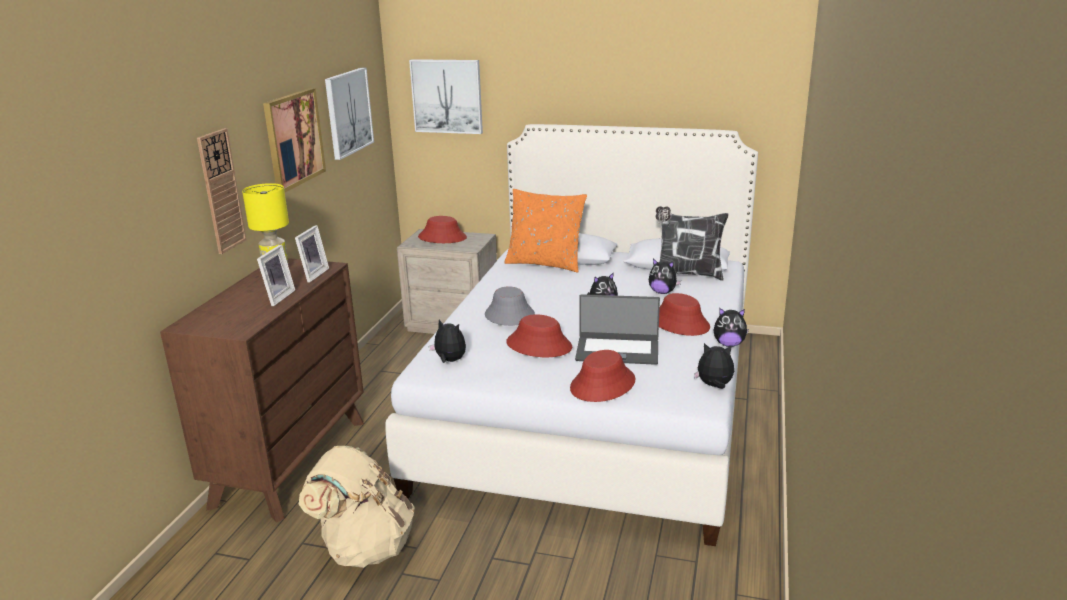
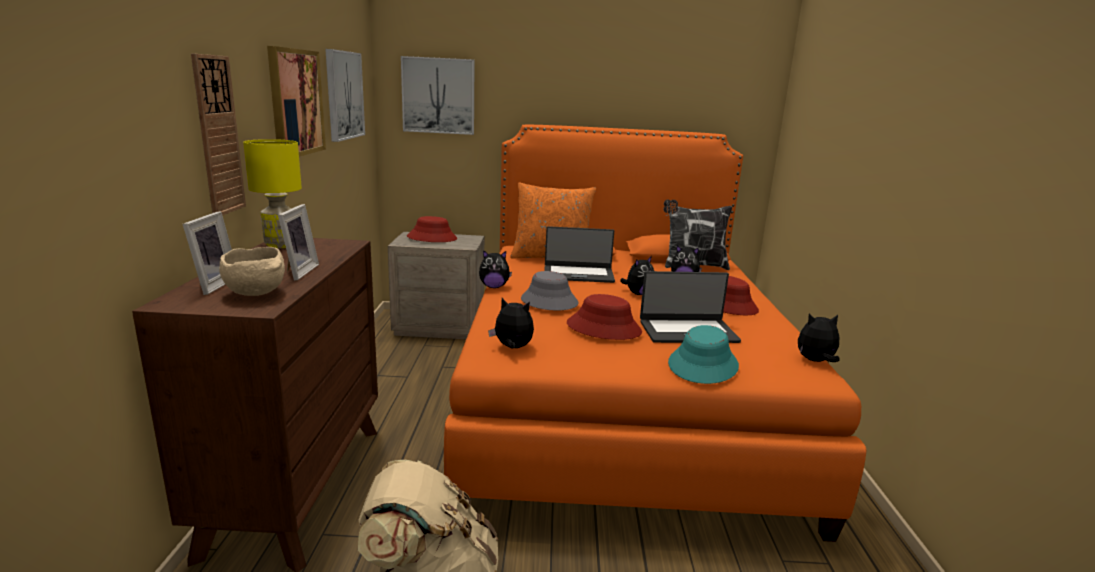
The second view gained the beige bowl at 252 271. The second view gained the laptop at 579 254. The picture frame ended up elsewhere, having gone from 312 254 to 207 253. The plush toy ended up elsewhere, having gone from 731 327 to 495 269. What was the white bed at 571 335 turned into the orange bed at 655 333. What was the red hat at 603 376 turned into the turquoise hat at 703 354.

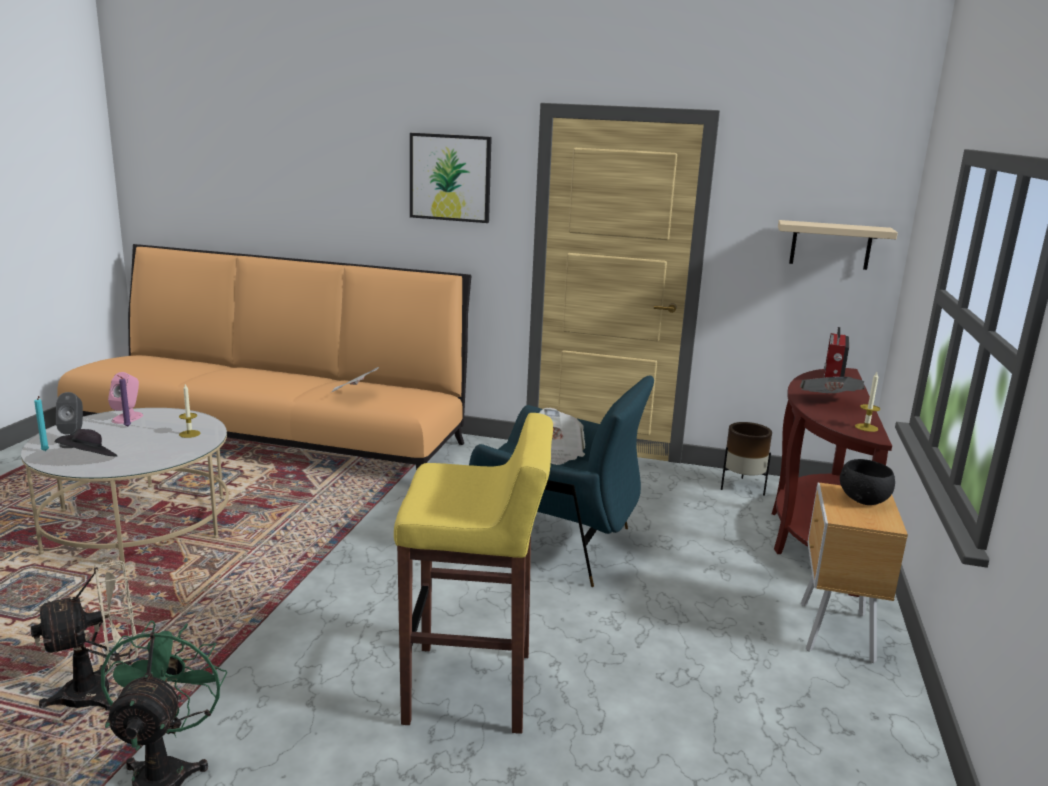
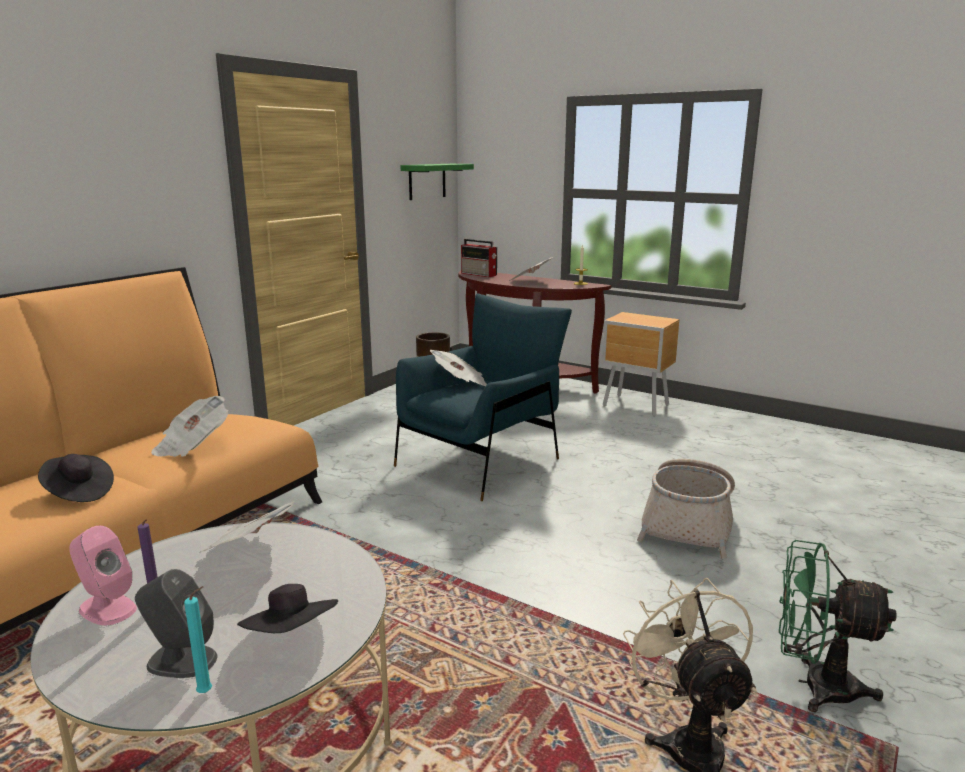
The second view lost the picture at 451 178. The second view lost the black bowl at 867 482. The second view gained the black hat at 76 478. Where the candle stood at 189 411, the newspaper came to stand at 248 526. Where the yellow stool stood at 473 573, the basket came to stand at 686 509. What was the beige shelf at 838 245 turned into the green shelf at 437 182.

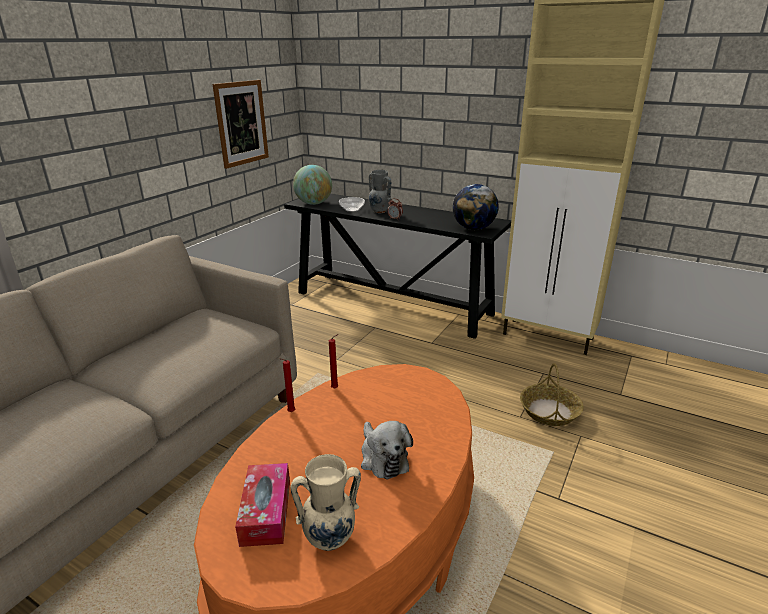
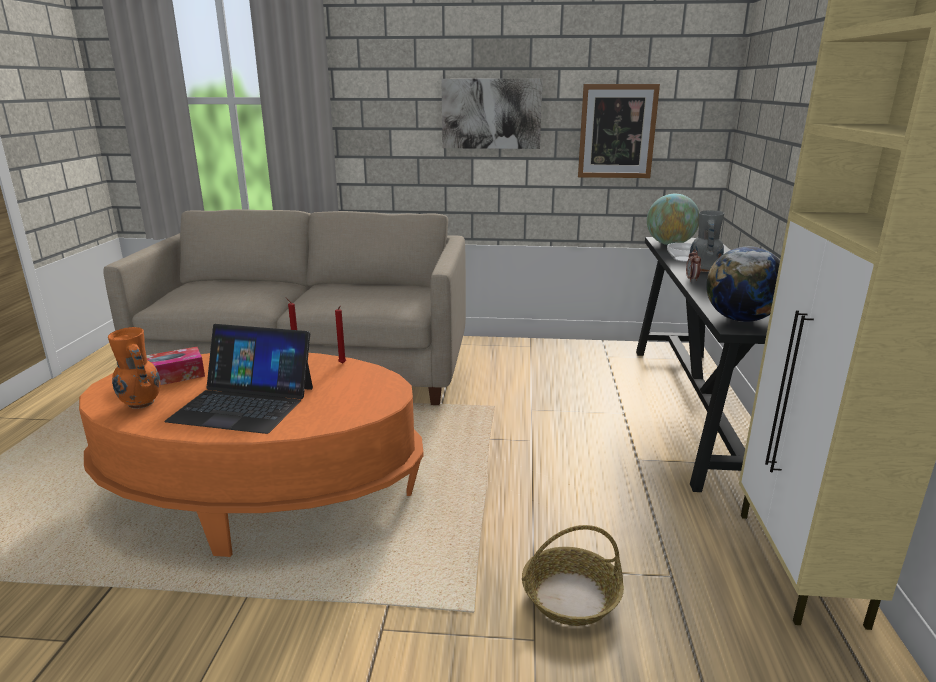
The second view gained the picture at 492 114. Where the plush toy stood at 387 450, the laptop came to stand at 238 379. What was the beige vase at 325 502 turned into the orange vase at 134 368.

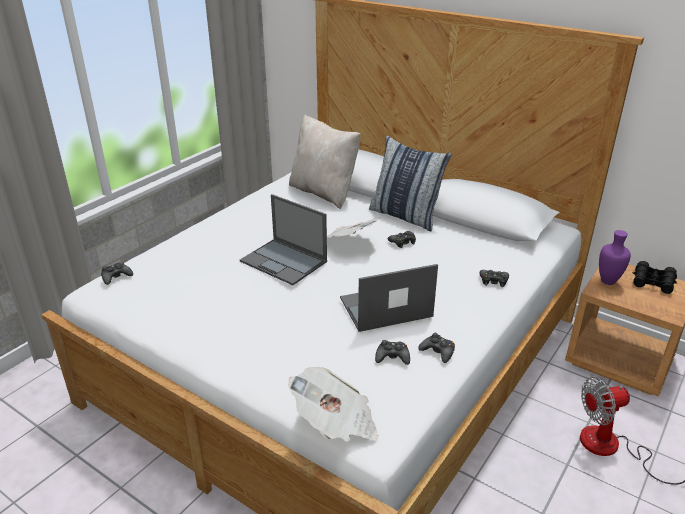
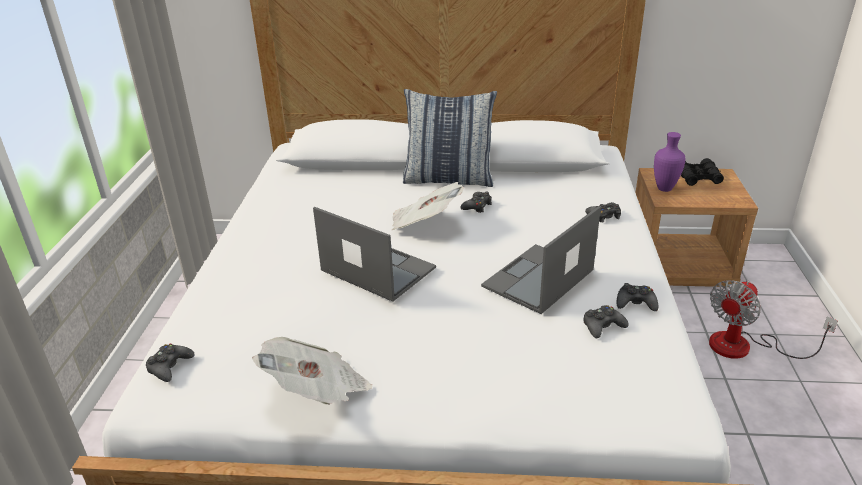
The second view lost the beige pillow at 324 162. The newspaper ended up elsewhere, having gone from 333 404 to 312 371. The laptop at 283 239 ended up facing another way, 150 degrees counterclockwise from before.

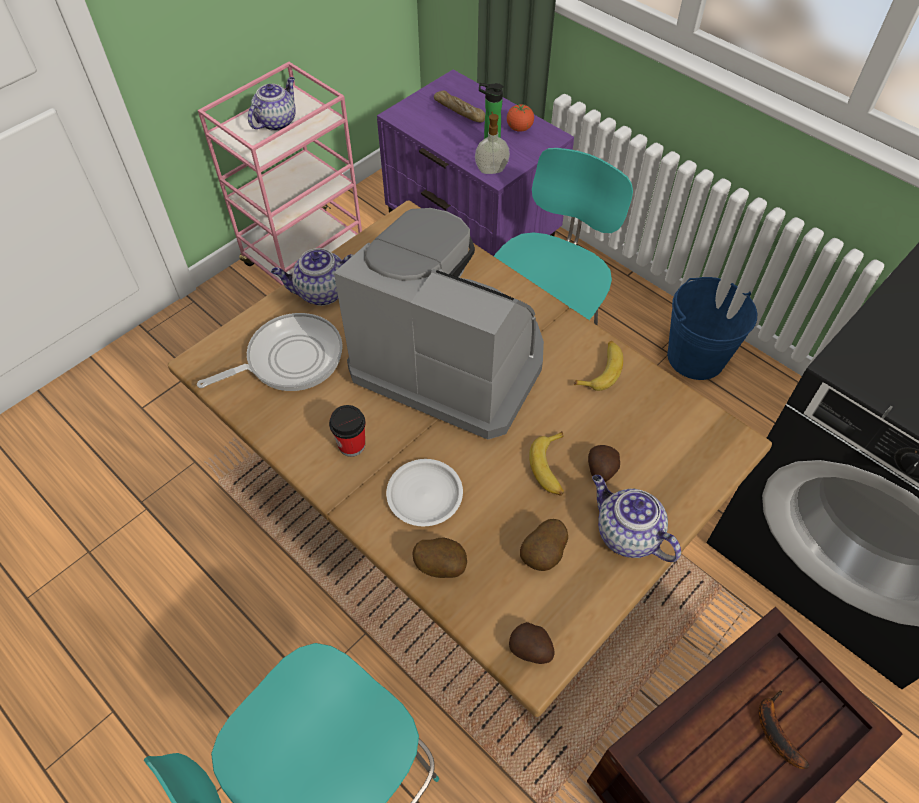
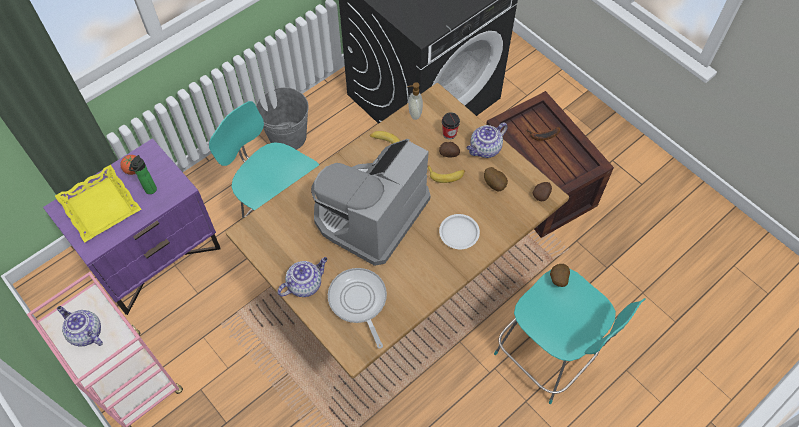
The cup ended up elsewhere, having gone from 347 431 to 451 125. The potato ended up elsewhere, having gone from 439 557 to 560 275. The soap dispenser ended up elsewhere, having gone from 492 143 to 415 101. Where the bread stood at 459 106, the yellow tray came to stand at 98 204. What was the blue bucket at 712 328 turned into the grey bucket at 282 118. The teapot at 312 277 ended up facing another way, 120 degrees counterclockwise from before.

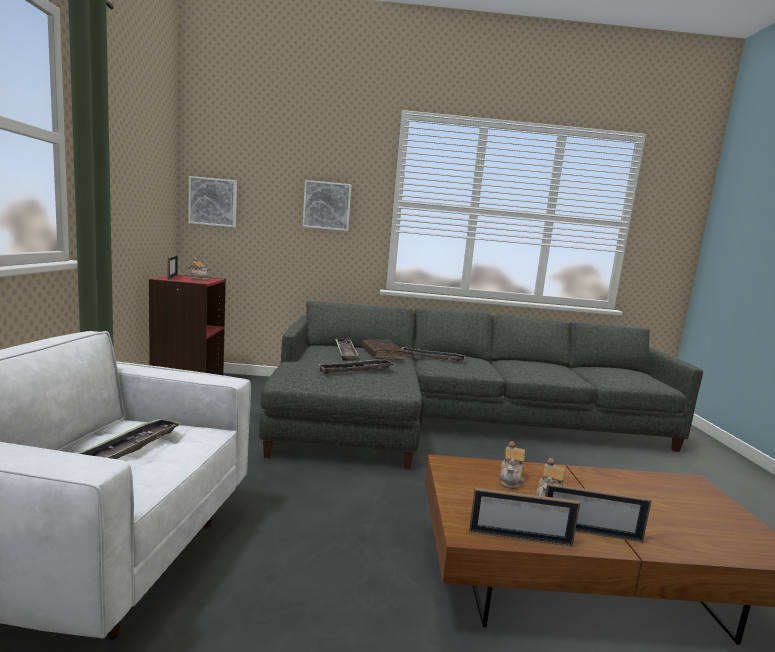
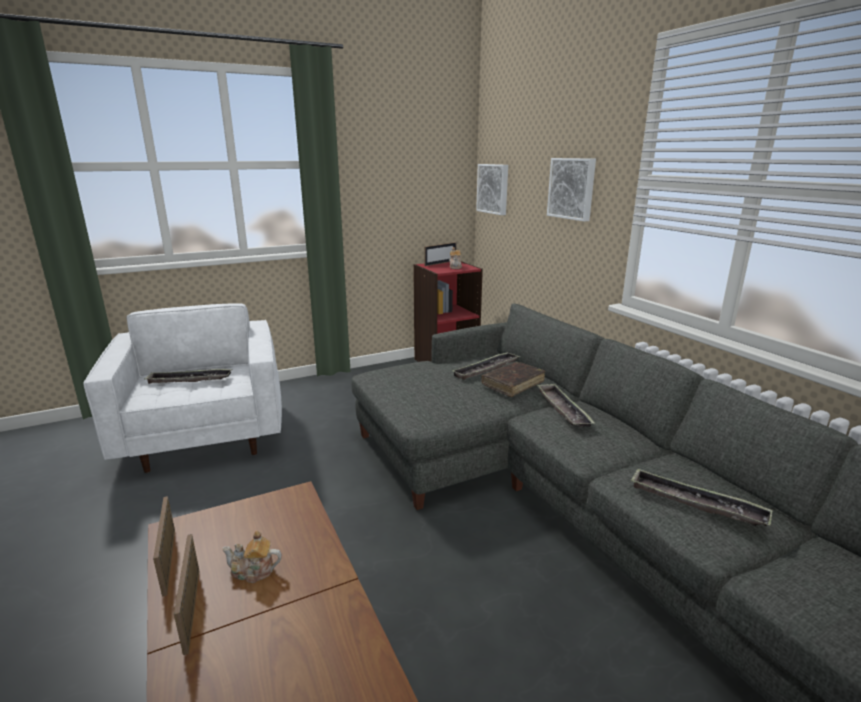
The second view lost the teapot at 512 465. The tray ended up elsewhere, having gone from 356 367 to 701 497.

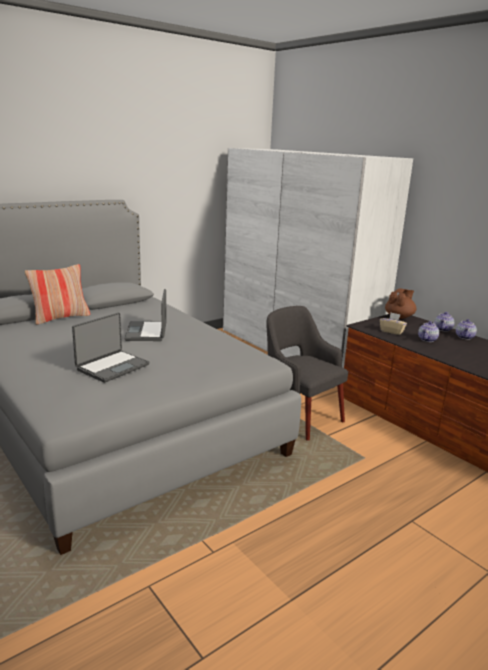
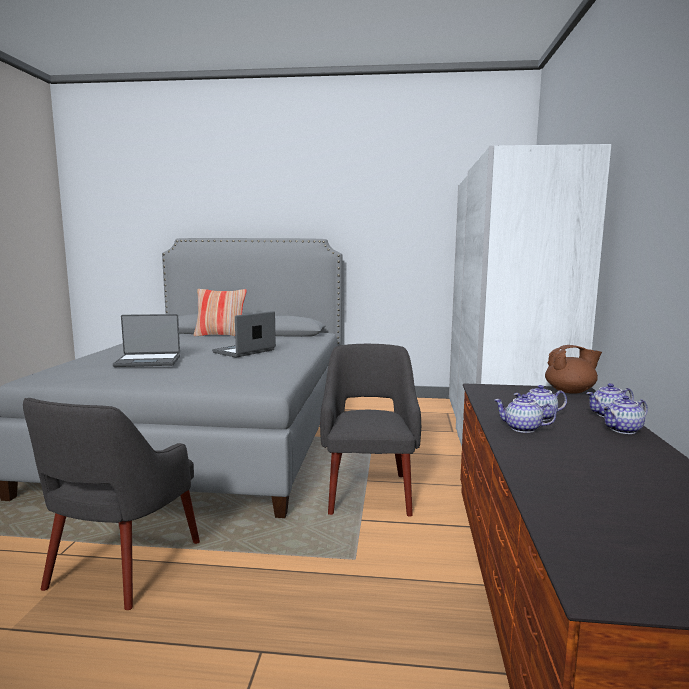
The second view lost the beige tissue box at 393 324. The second view gained the grey armchair at 111 504. The second view gained the teapot at 525 413.

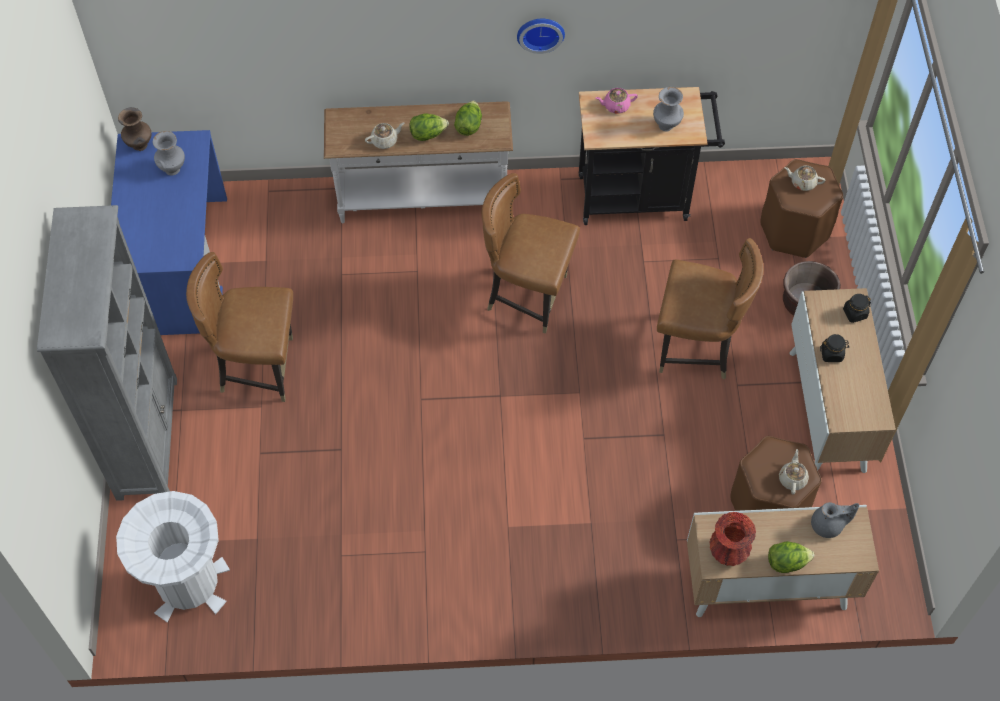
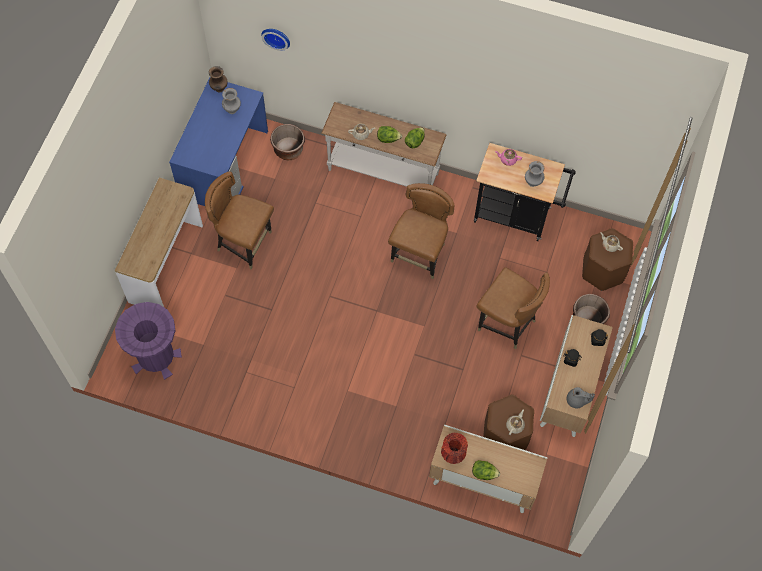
The second view gained the brown planter at 287 142. The wall clock ended up elsewhere, having gone from 541 36 to 275 40. The grey teapot ended up elsewhere, having gone from 835 520 to 581 397. Where the grey bookcase stood at 107 353, the console table came to stand at 159 242. What was the white trash can at 173 556 turned into the purple trash can at 148 341. The brown chair at 531 253 ended up facing another way, 75 degrees clockwise from before.

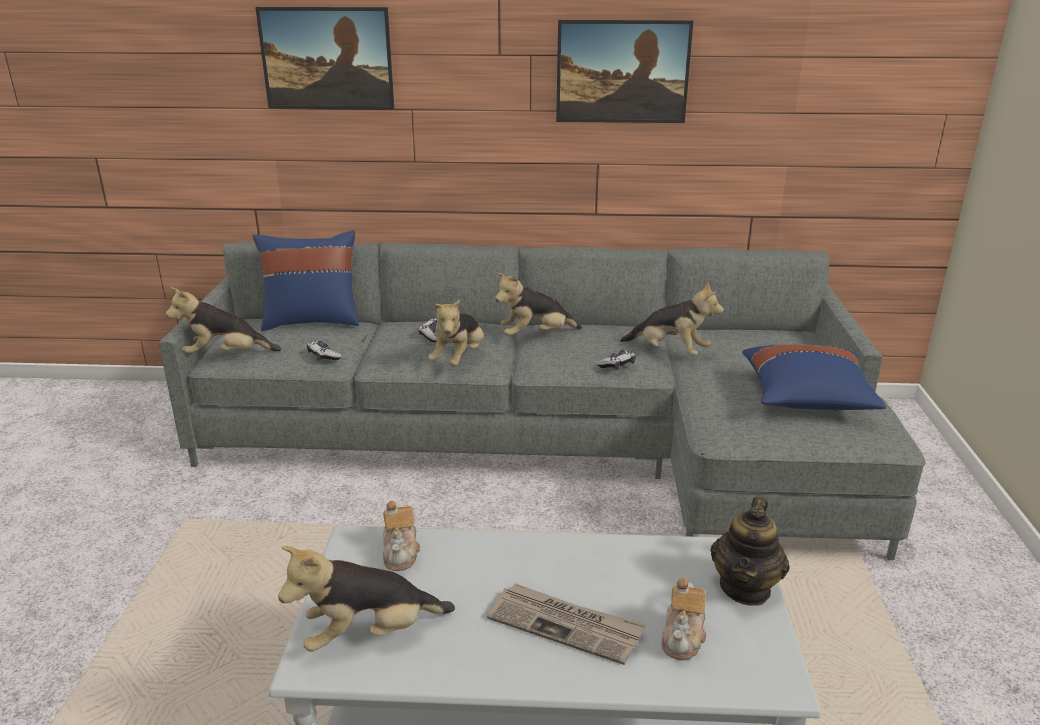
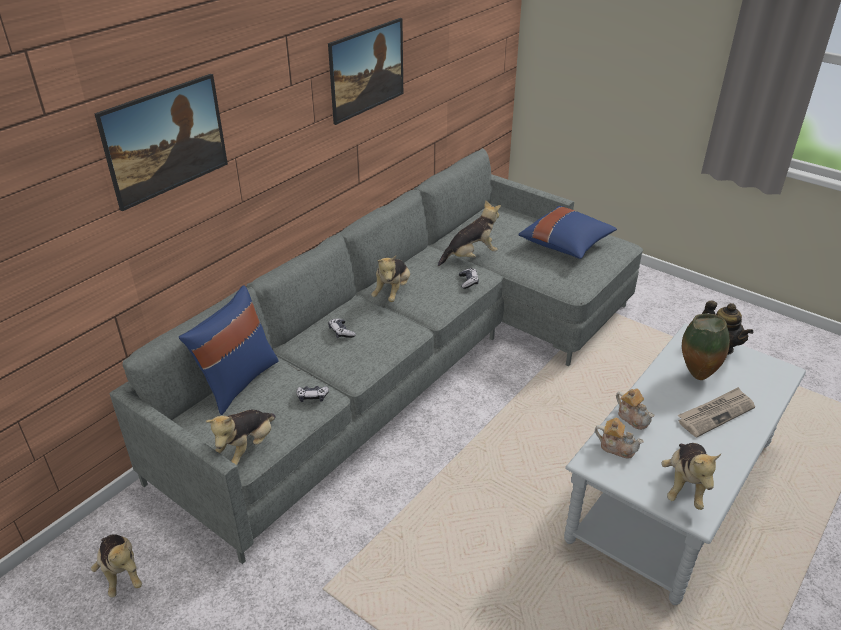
The second view gained the vase at 706 347. The plush toy ended up elsewhere, having gone from 456 332 to 116 566. The teapot ended up elsewhere, having gone from 683 619 to 635 409.

